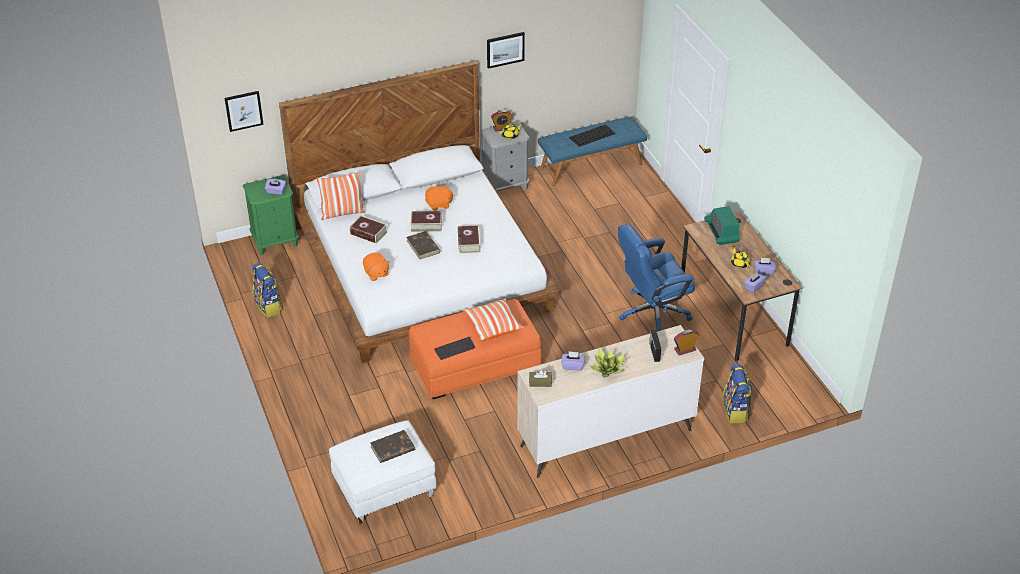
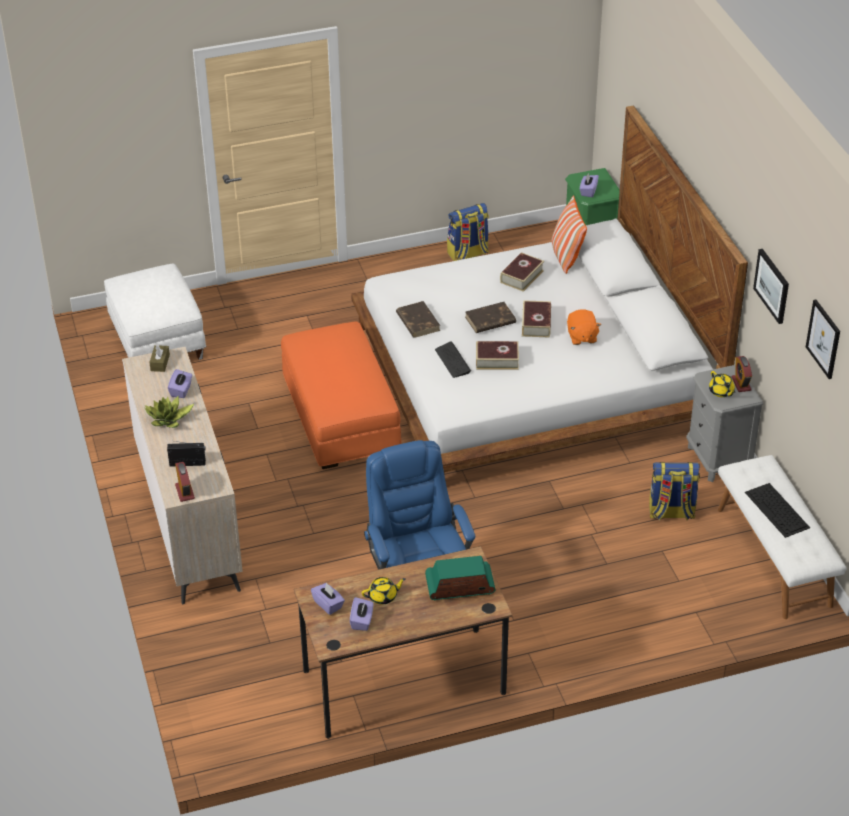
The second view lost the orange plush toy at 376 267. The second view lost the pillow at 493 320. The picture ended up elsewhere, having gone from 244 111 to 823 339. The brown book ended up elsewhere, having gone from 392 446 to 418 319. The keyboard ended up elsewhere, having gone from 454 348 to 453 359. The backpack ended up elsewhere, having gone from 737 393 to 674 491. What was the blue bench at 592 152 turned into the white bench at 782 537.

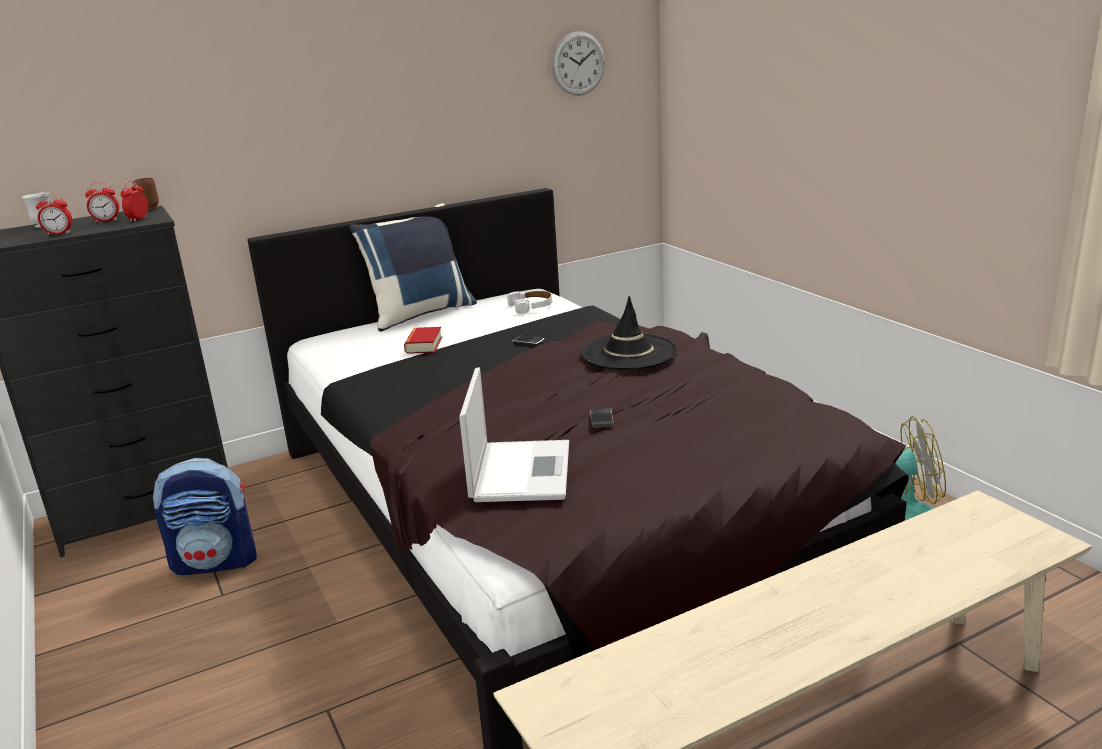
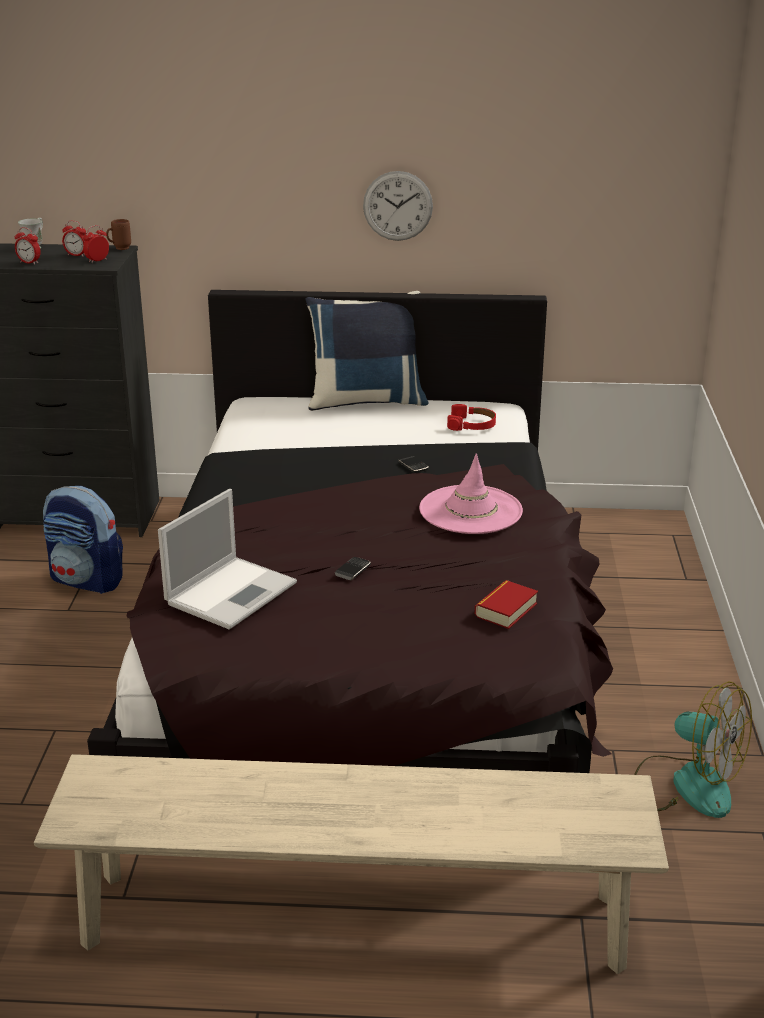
The book ended up elsewhere, having gone from 423 340 to 506 604. The wall clock ended up elsewhere, having gone from 578 63 to 398 206. What was the white headphones at 529 302 turned into the red headphones at 471 417. What was the black hat at 628 333 turned into the pink hat at 471 493.

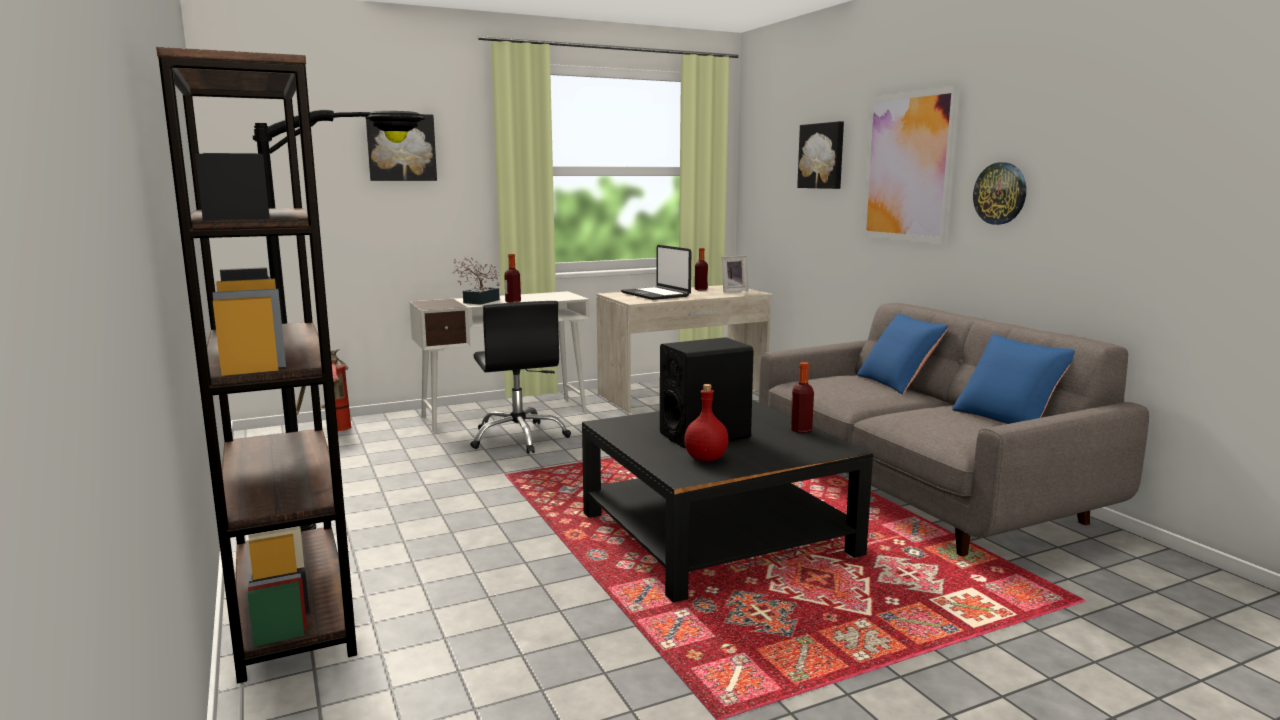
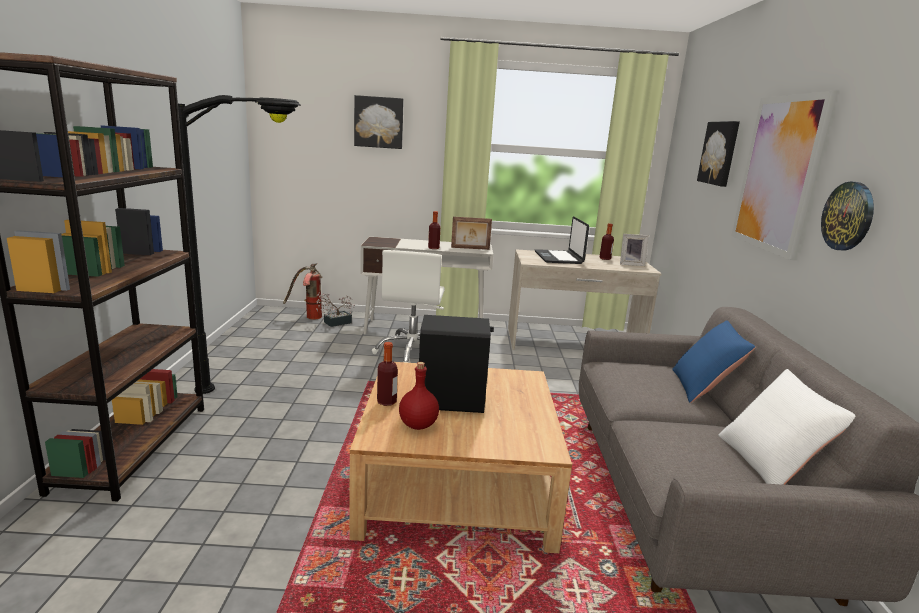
The second view gained the picture frame at 471 233. The potted plant ended up elsewhere, having gone from 476 281 to 335 309. The bottle ended up elsewhere, having gone from 802 397 to 387 374. What was the black office chair at 520 377 turned into the white office chair at 408 306. What was the black coffee table at 727 501 turned into the beige coffee table at 460 457. What was the blue pillow at 1013 379 turned into the white pillow at 786 427.

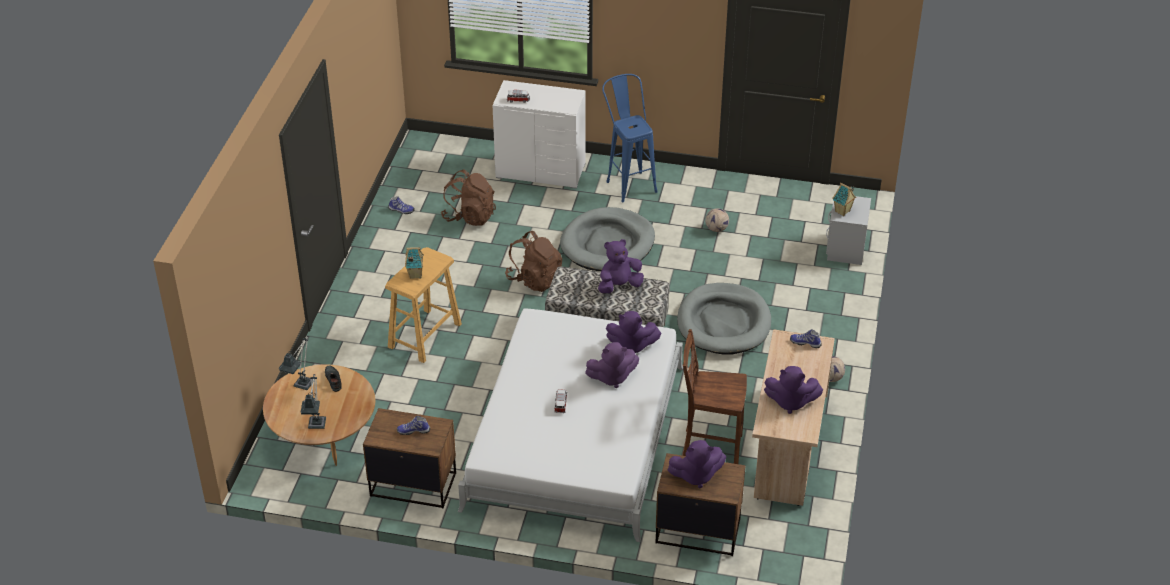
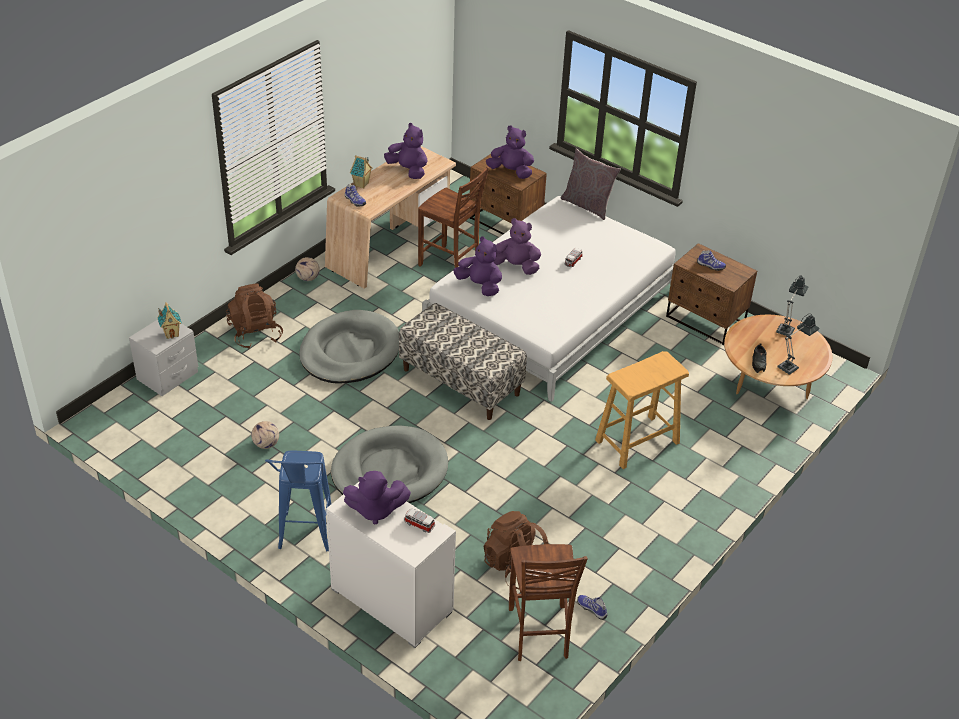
The second view gained the brown chair at 548 602. The second view gained the grey pillow at 590 184. The toy house ended up elsewhere, having gone from 414 263 to 361 172. The brown backpack ended up elsewhere, having gone from 533 261 to 254 315. The purple plush toy ended up elsewhere, having gone from 621 266 to 377 497.

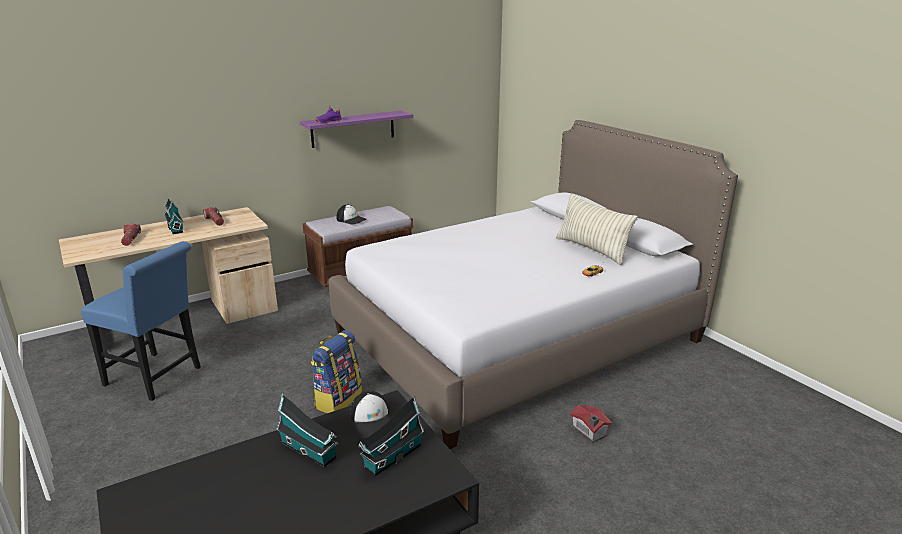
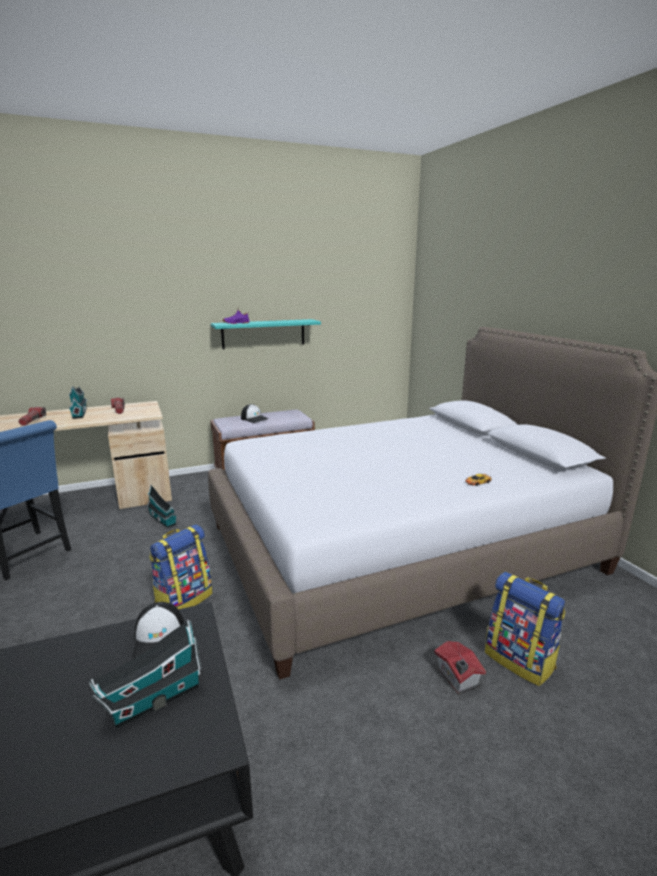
The second view lost the pillow at 597 229. The second view gained the backpack at 525 629. The toy house ended up elsewhere, having gone from 307 430 to 162 506. What was the purple shelf at 356 129 turned into the turquoise shelf at 266 334.

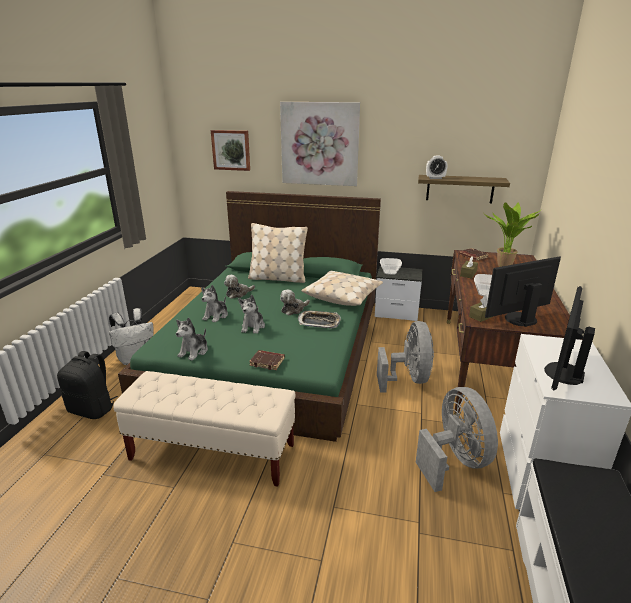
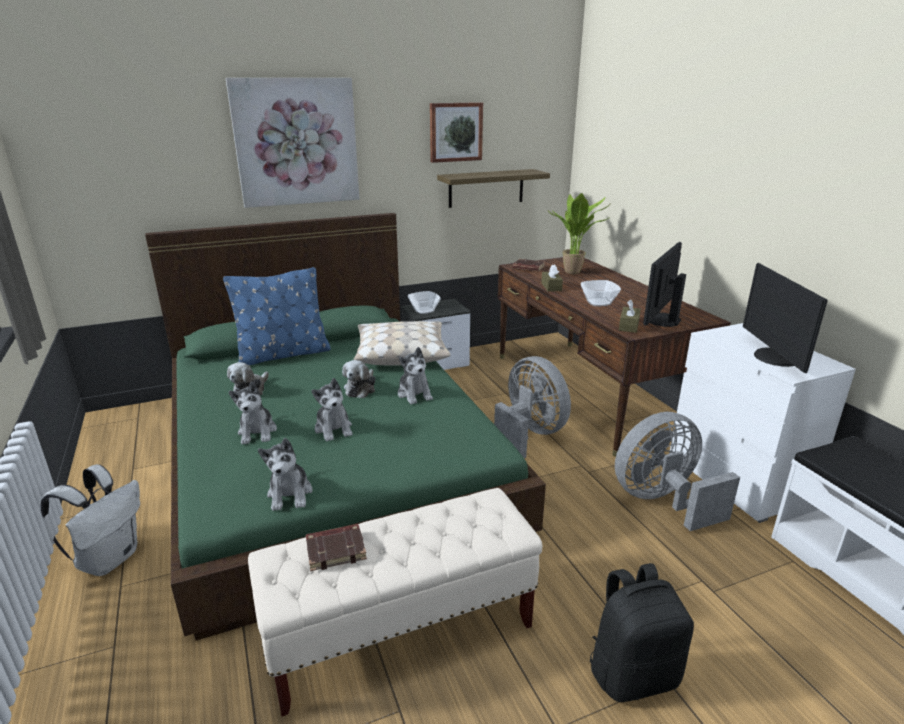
The second view lost the alarm clock at 436 167. The black backpack ended up elsewhere, having gone from 87 385 to 642 632. The picture ended up elsewhere, having gone from 230 150 to 456 132. The brown book ended up elsewhere, having gone from 267 360 to 336 547. Where the tray stood at 319 319, the plush toy came to stand at 415 376. What was the beige pillow at 278 253 turned into the blue pillow at 277 316. The grey fan at 457 439 ended up facing another way, 60 degrees counterclockwise from before.

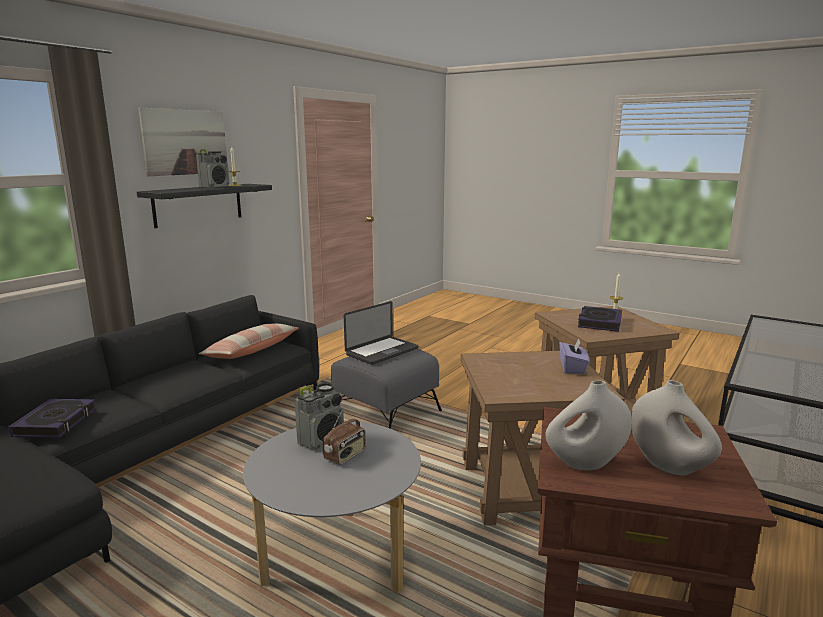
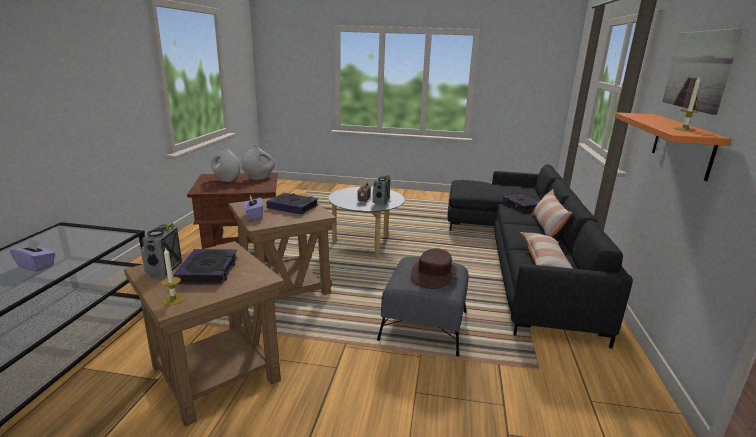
The second view gained the purple tissue box at 32 255. The second view gained the book at 292 204. The second view gained the pillow at 551 213. The radio ended up elsewhere, having gone from 212 168 to 161 249. Where the laptop stood at 381 333, the brown hat came to stand at 434 268. What was the black shelf at 204 206 turned into the orange shelf at 672 146.

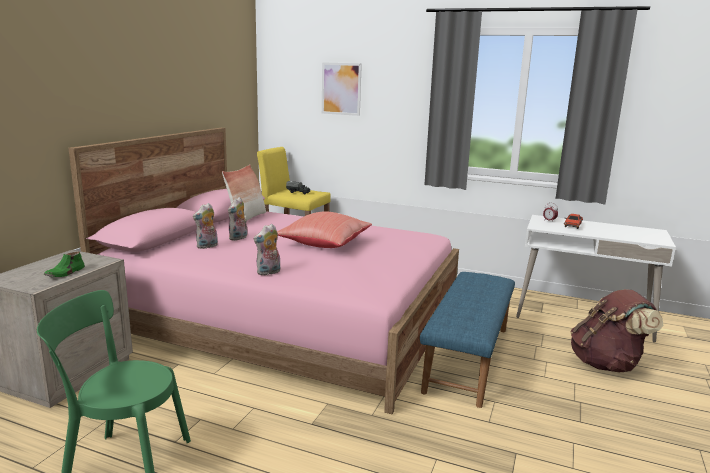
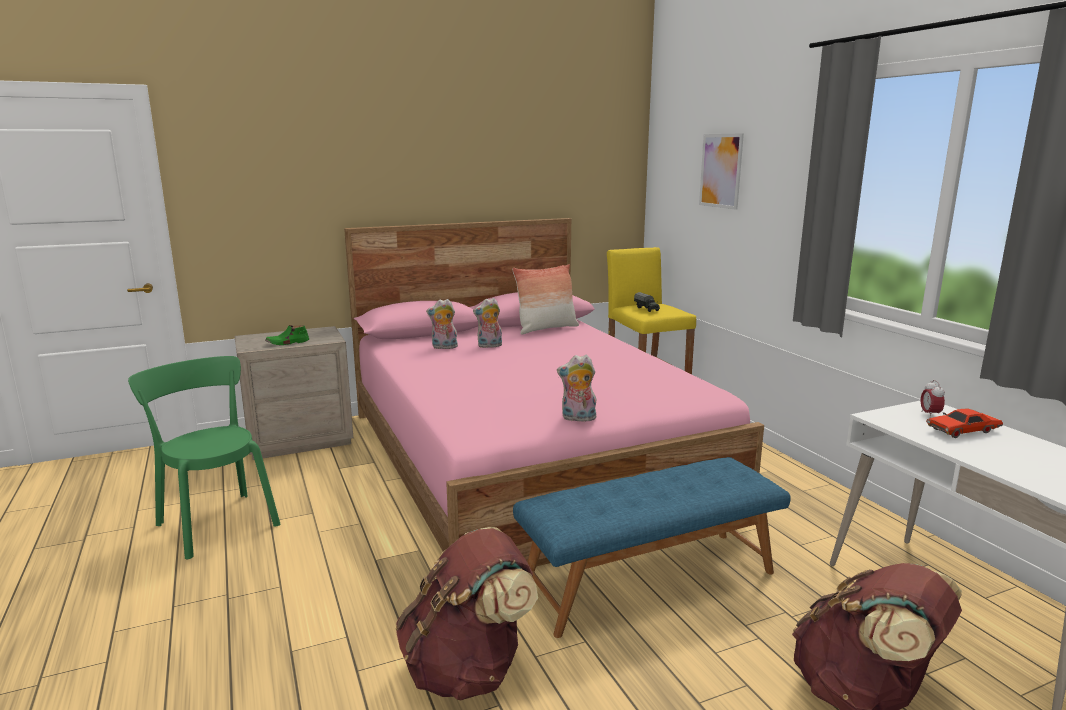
The second view lost the red pillow at 324 229. The second view gained the brown backpack at 467 613. The plush toy ended up elsewhere, having gone from 266 249 to 576 388.

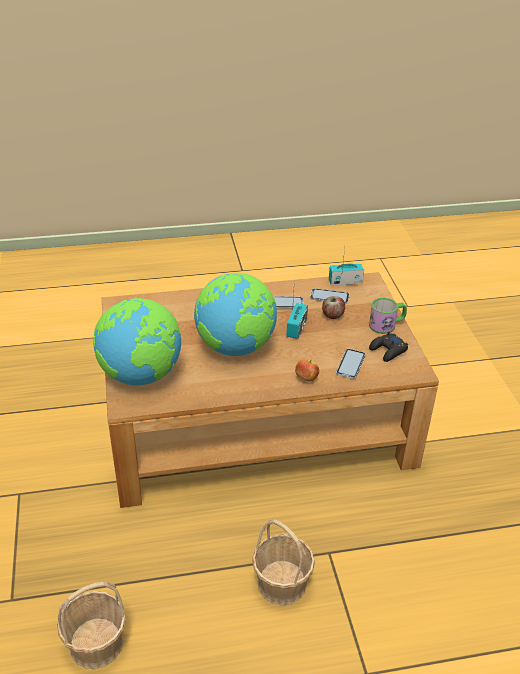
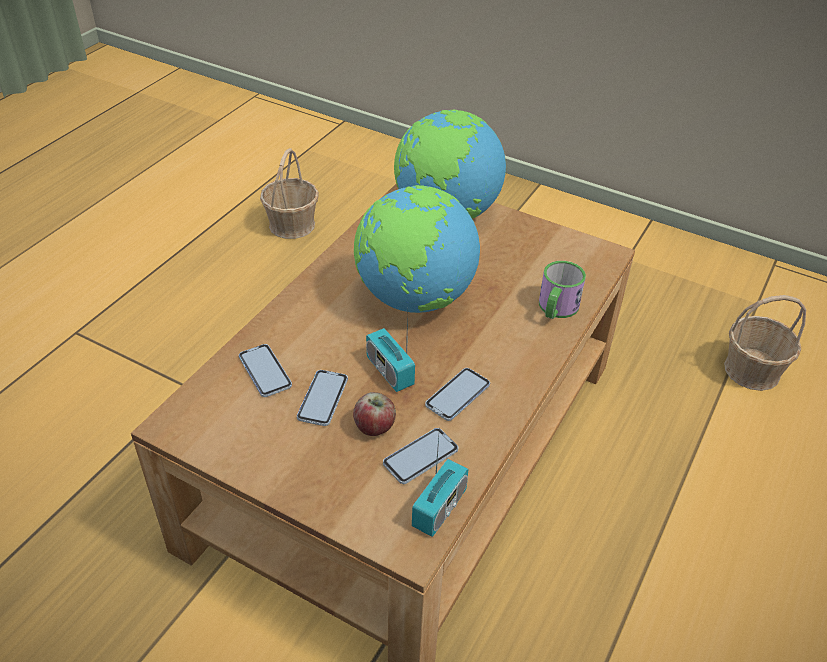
The second view lost the apple at 307 370. The second view lost the black game controller at 388 347. The second view gained the phone at 322 398. The basket ended up elsewhere, having gone from 283 562 to 765 343. The mug ended up elsewhere, having gone from 388 316 to 562 290.

